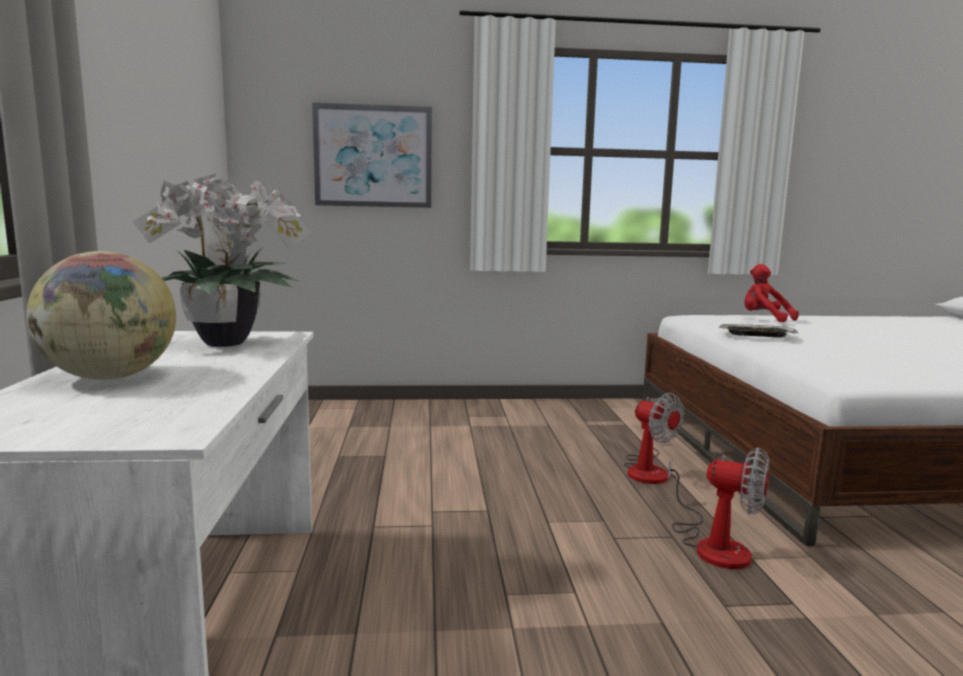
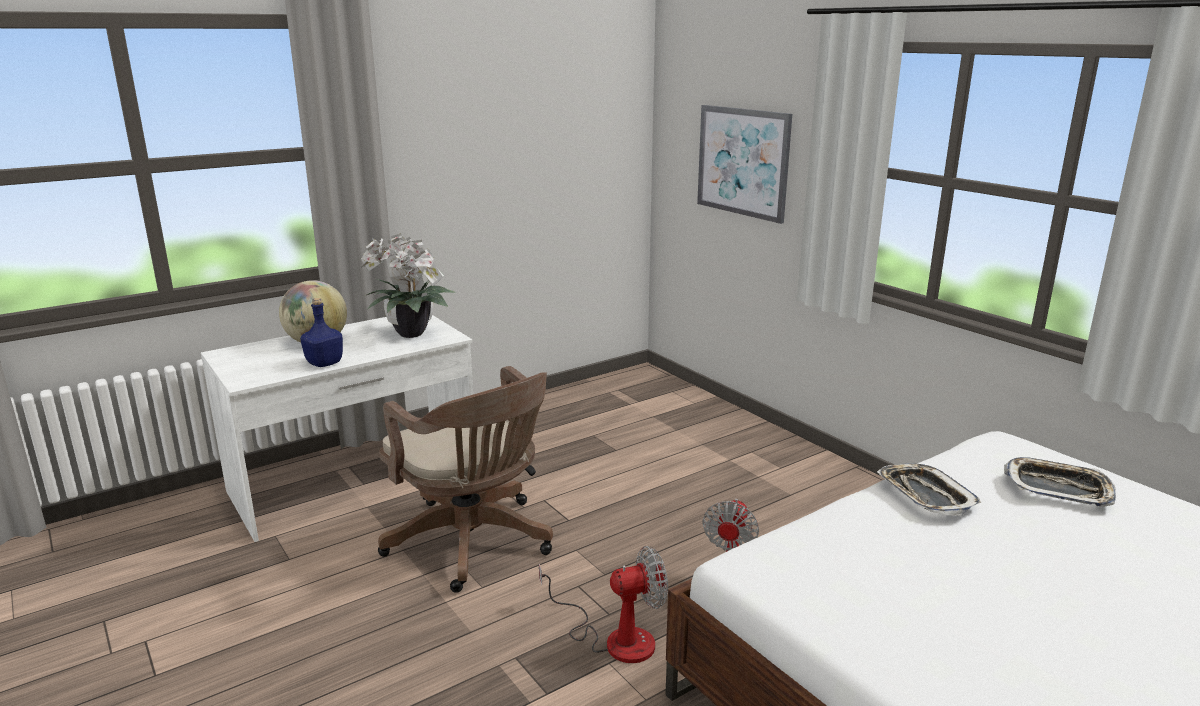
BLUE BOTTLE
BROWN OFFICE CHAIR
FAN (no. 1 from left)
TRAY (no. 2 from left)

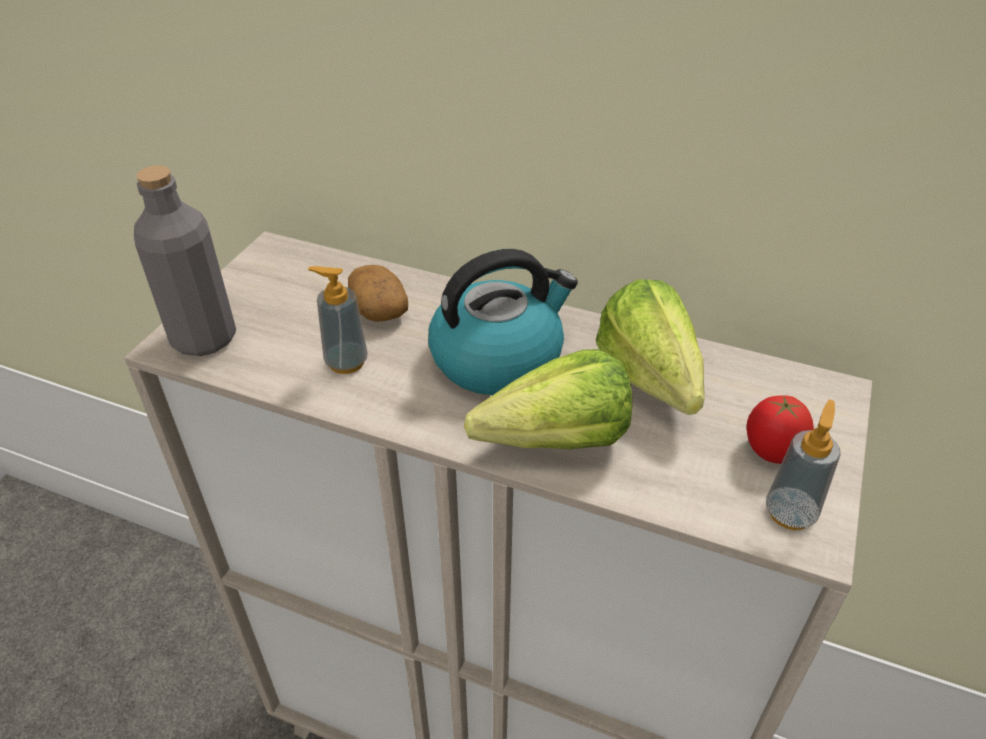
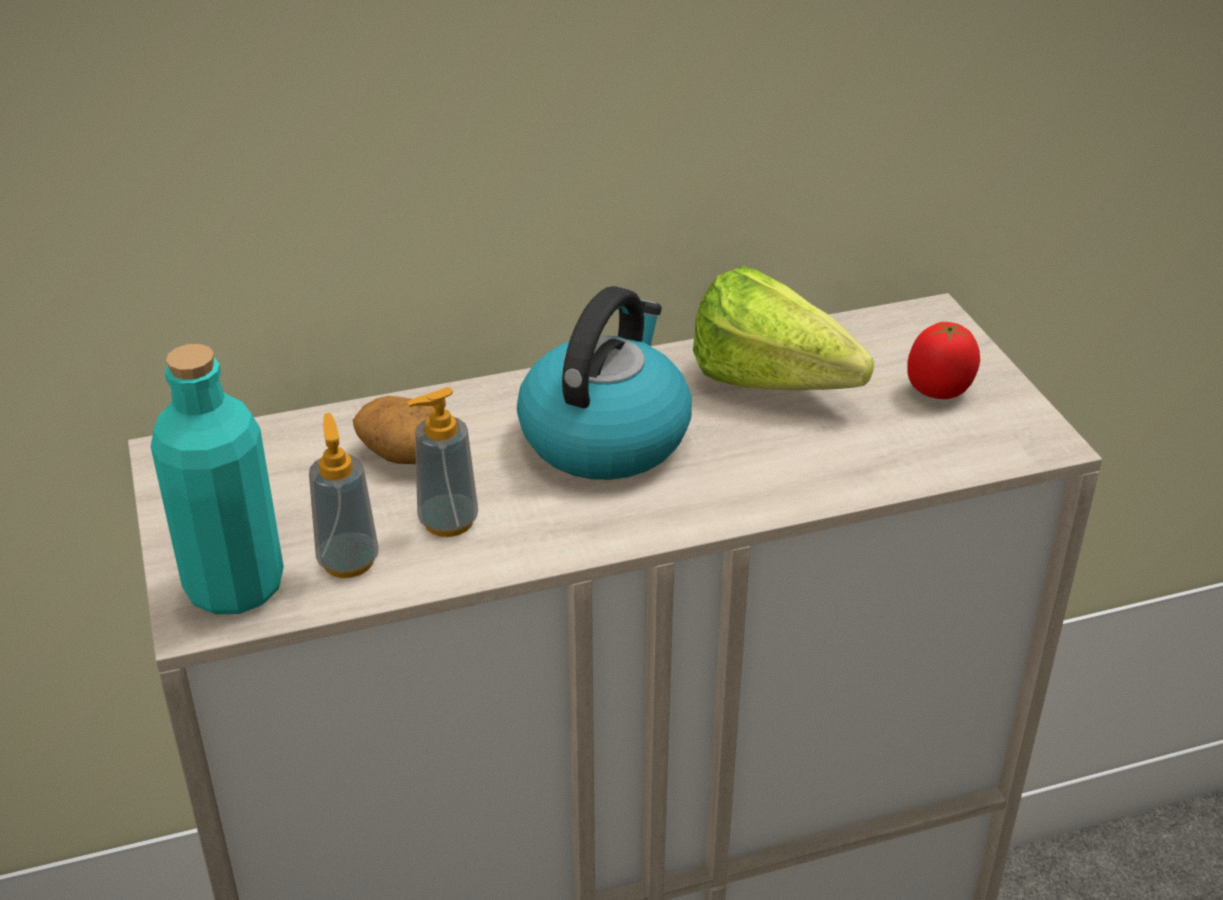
TURQUOISE BOTTLE
SOAP DISPENSER (no. 1 from left)
LETTUCE (no. 1 from left in the first image)

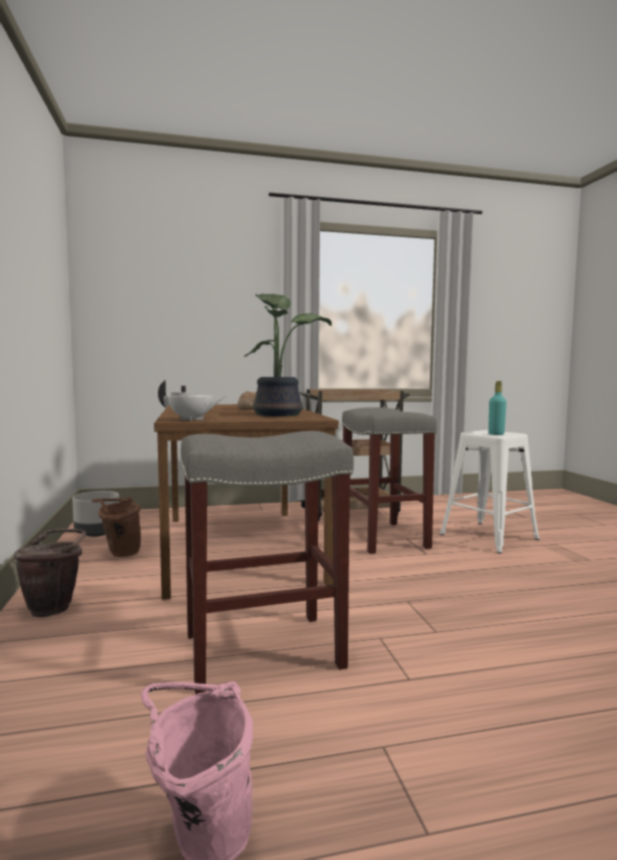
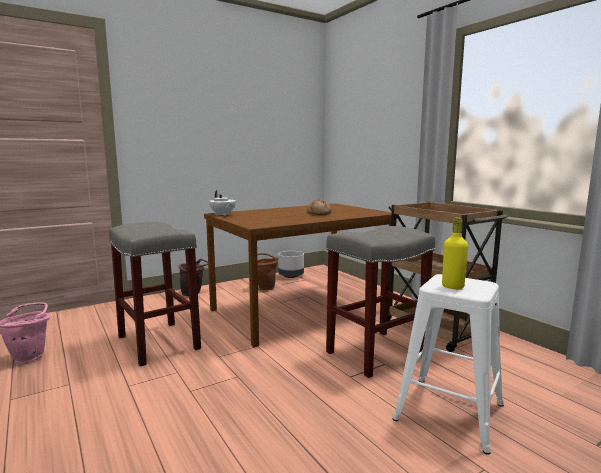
YELLOW BOTTLE
POTTED PLANT

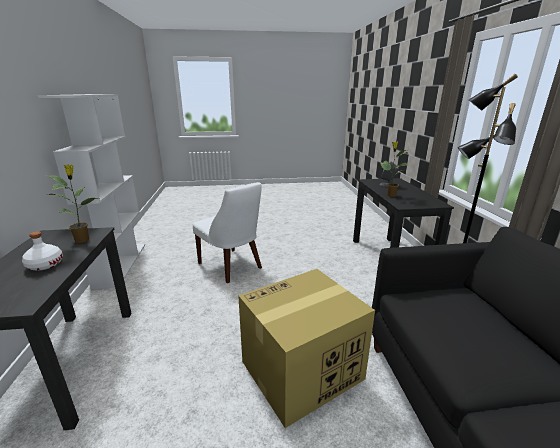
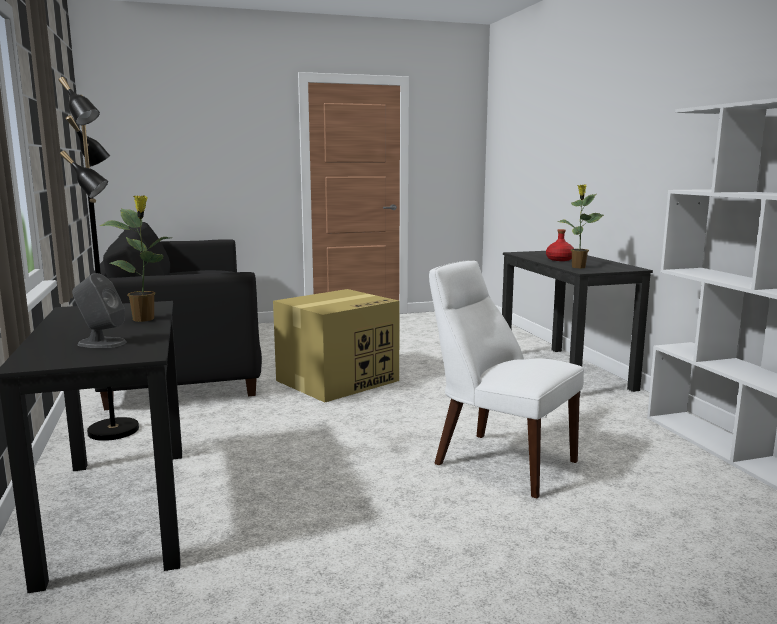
RED BOTTLE

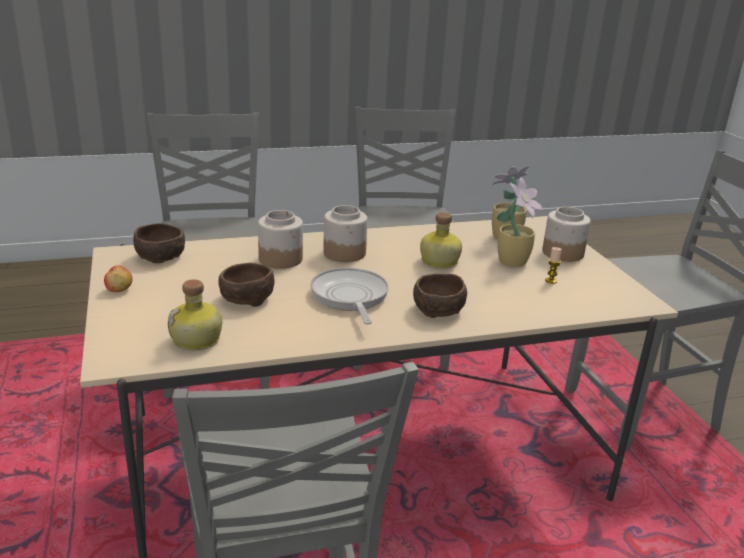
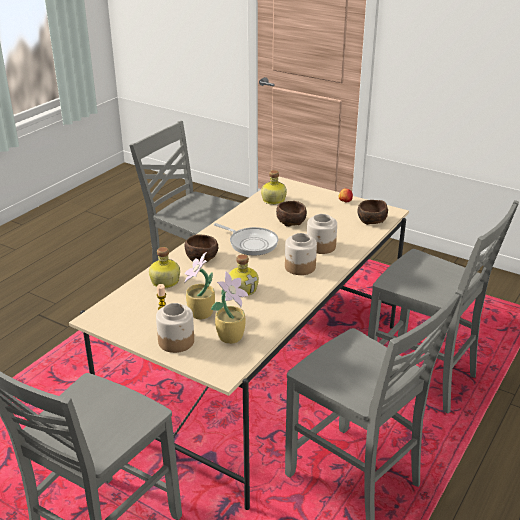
BOTTLE (no. 1 from left)

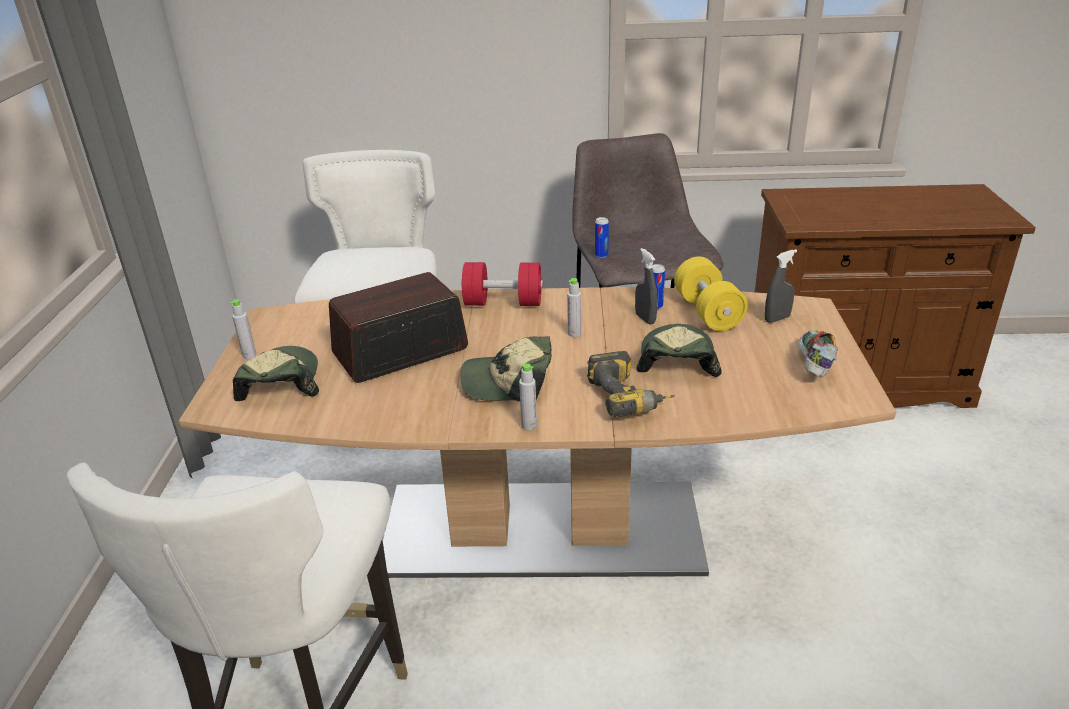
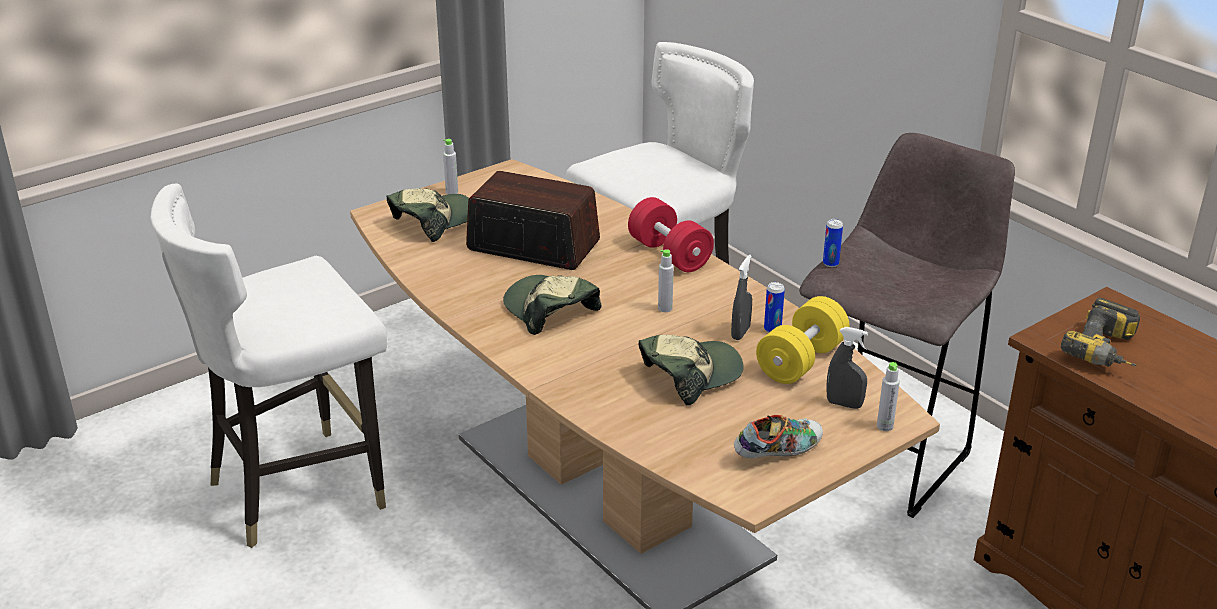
GREY BOTTLE (no. 3 from left)
POWER DRILL

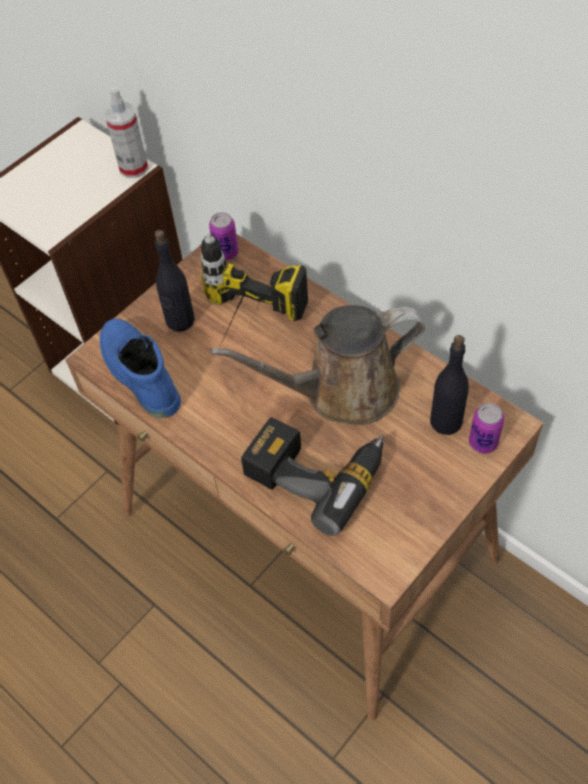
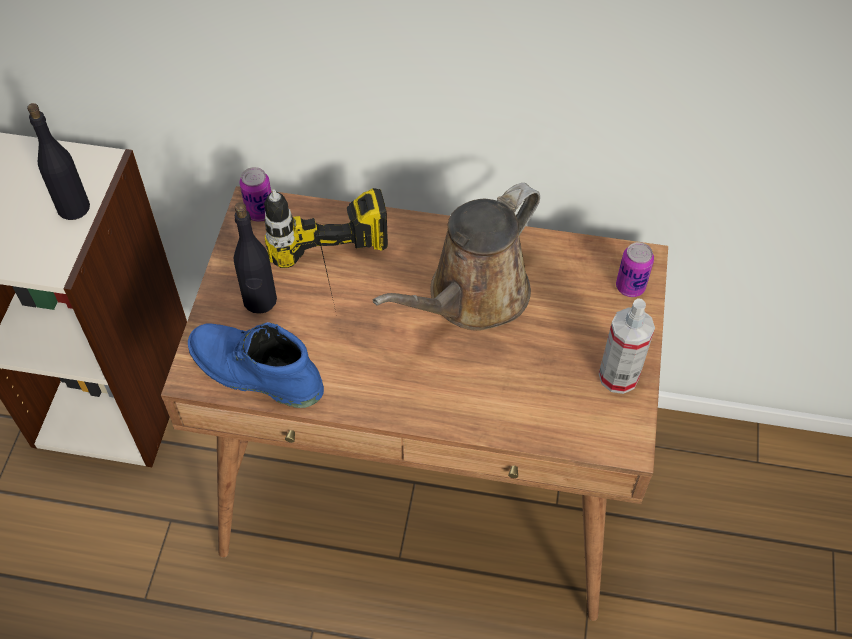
BLACK BOTTLE (no. 1 from left)
SPRAY BOTTLE
POWER DRILL (no. 2 from left in the first image)

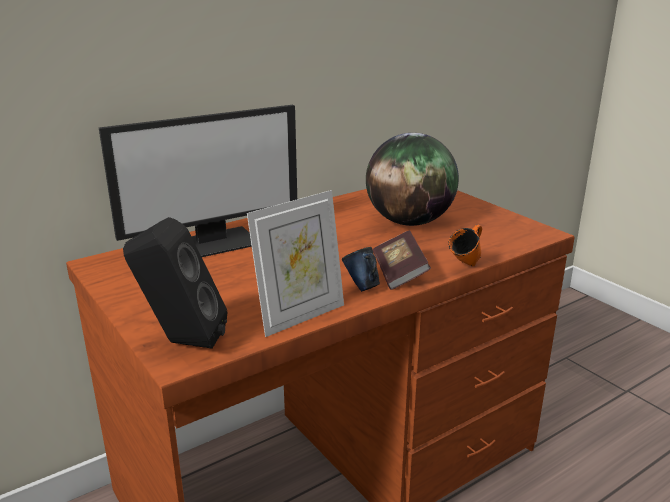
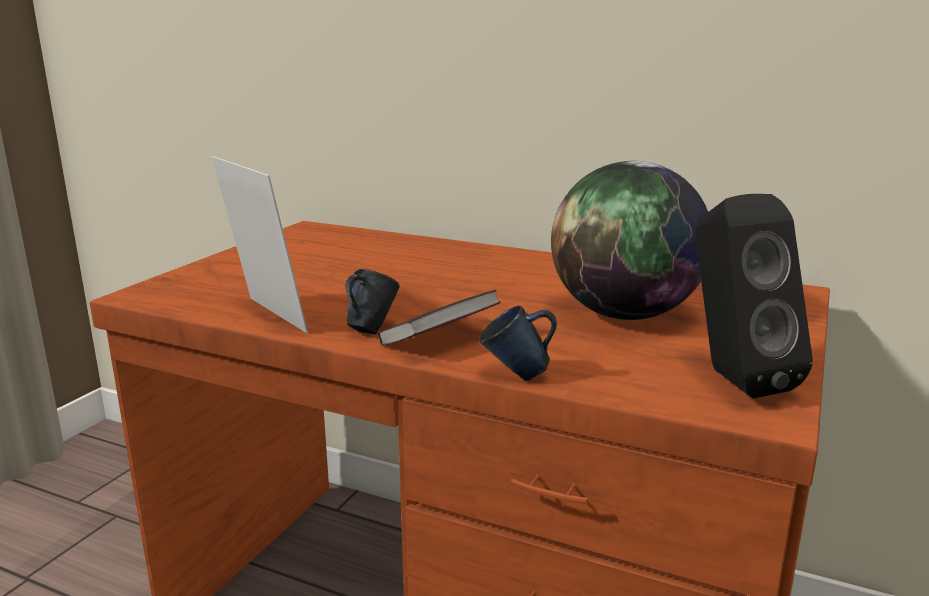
PICTURE FRAME
BLUE MUG (no. 2 from left)
BLACK SPEAKER
MONITOR

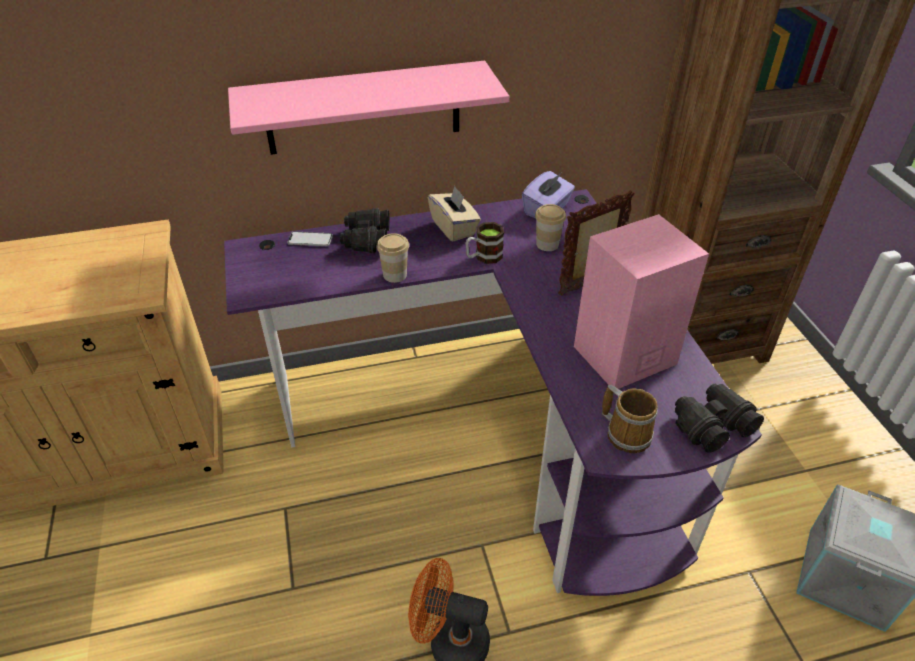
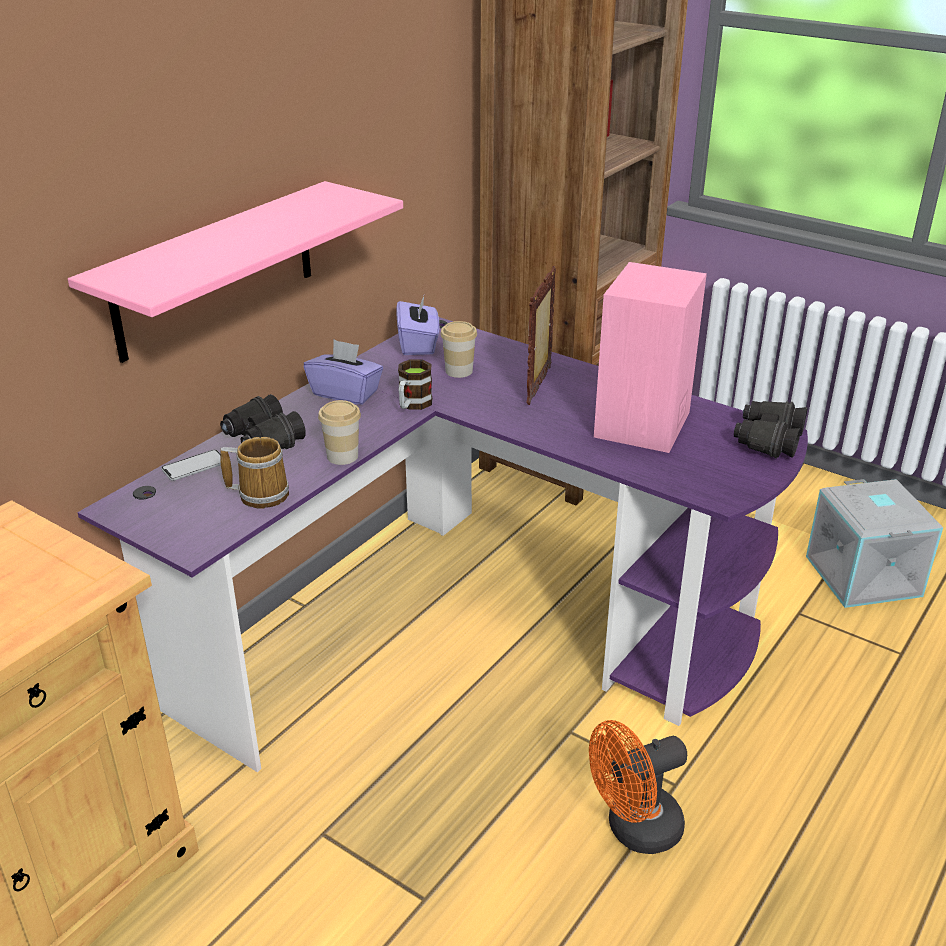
MUG (no. 1 from left)
PURPLE TISSUE BOX (no. 1 from left)

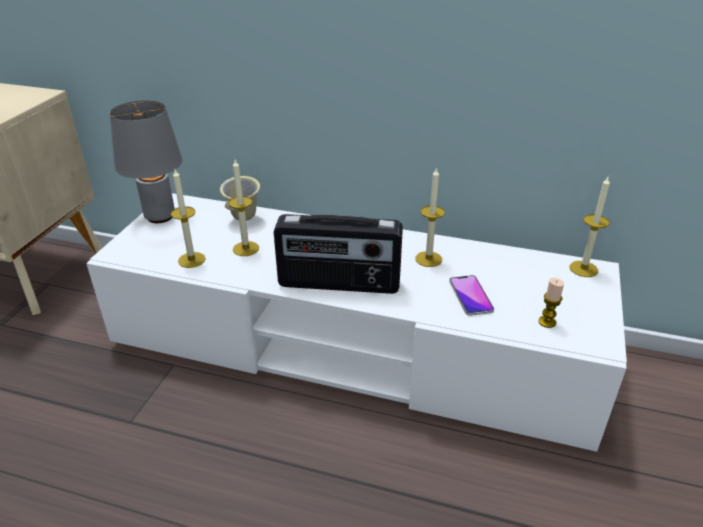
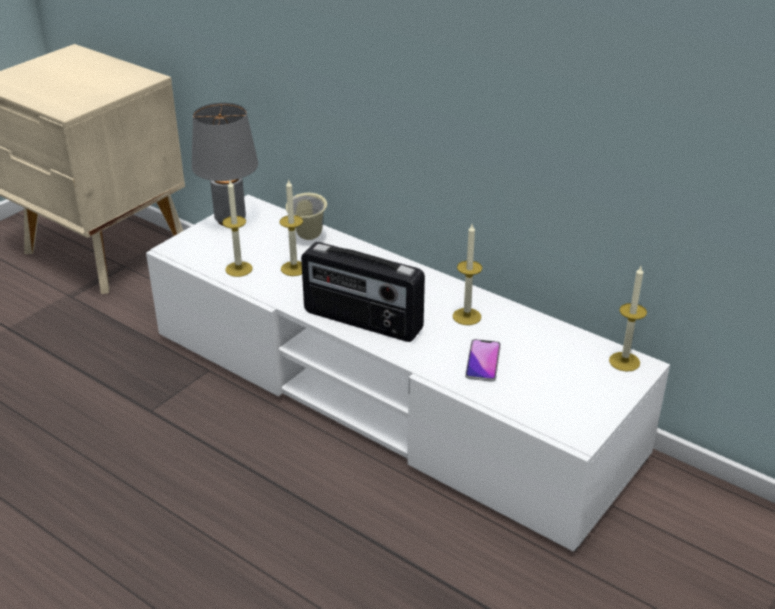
CANDLE (no. 4 from left in the first image)

